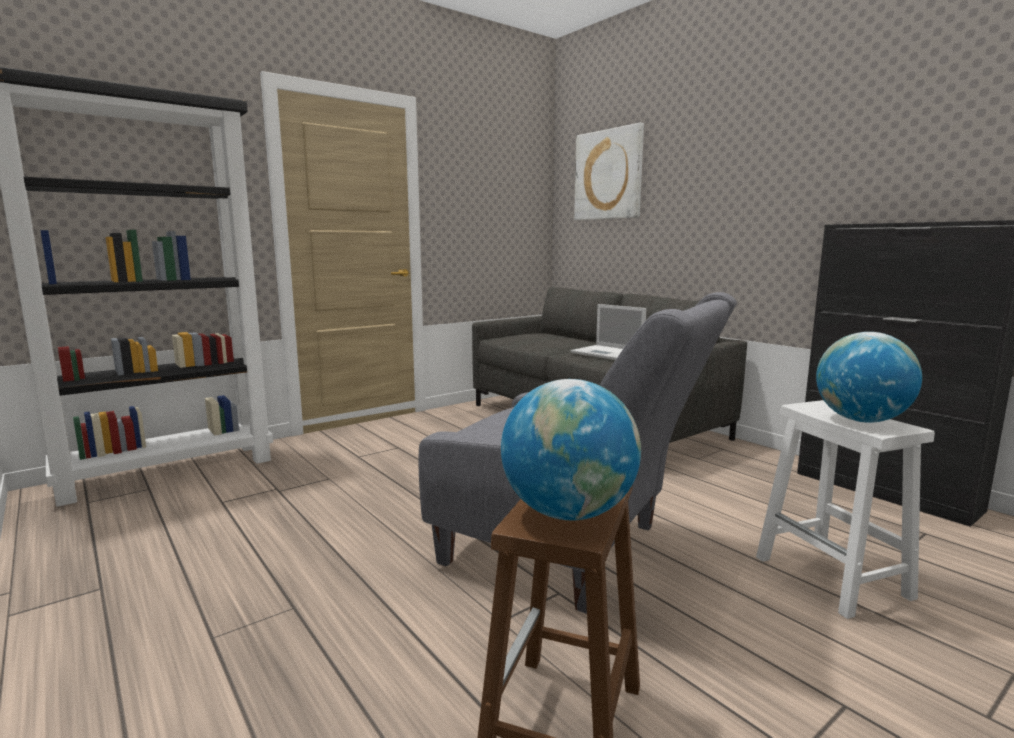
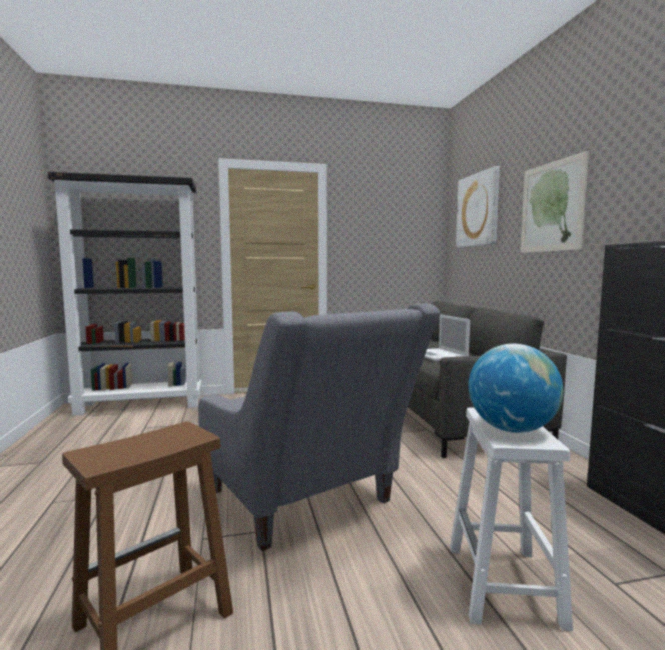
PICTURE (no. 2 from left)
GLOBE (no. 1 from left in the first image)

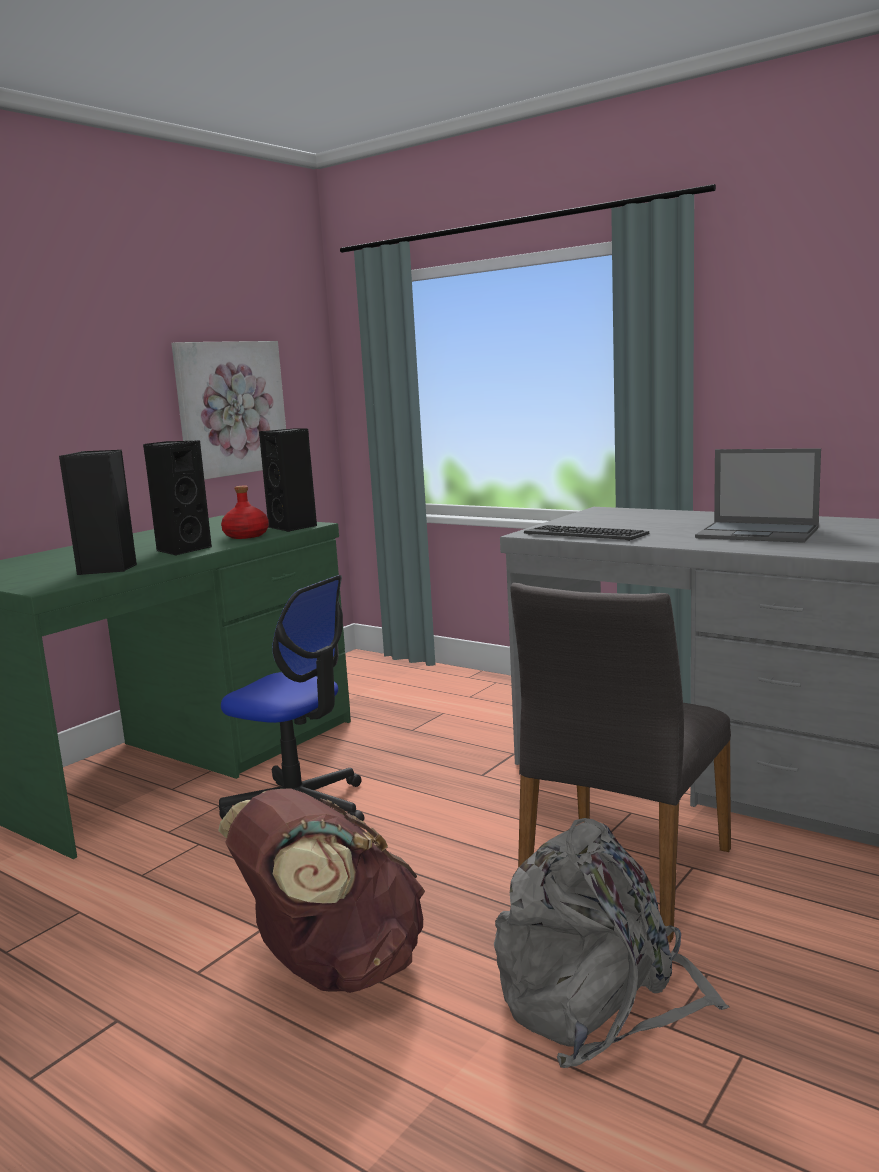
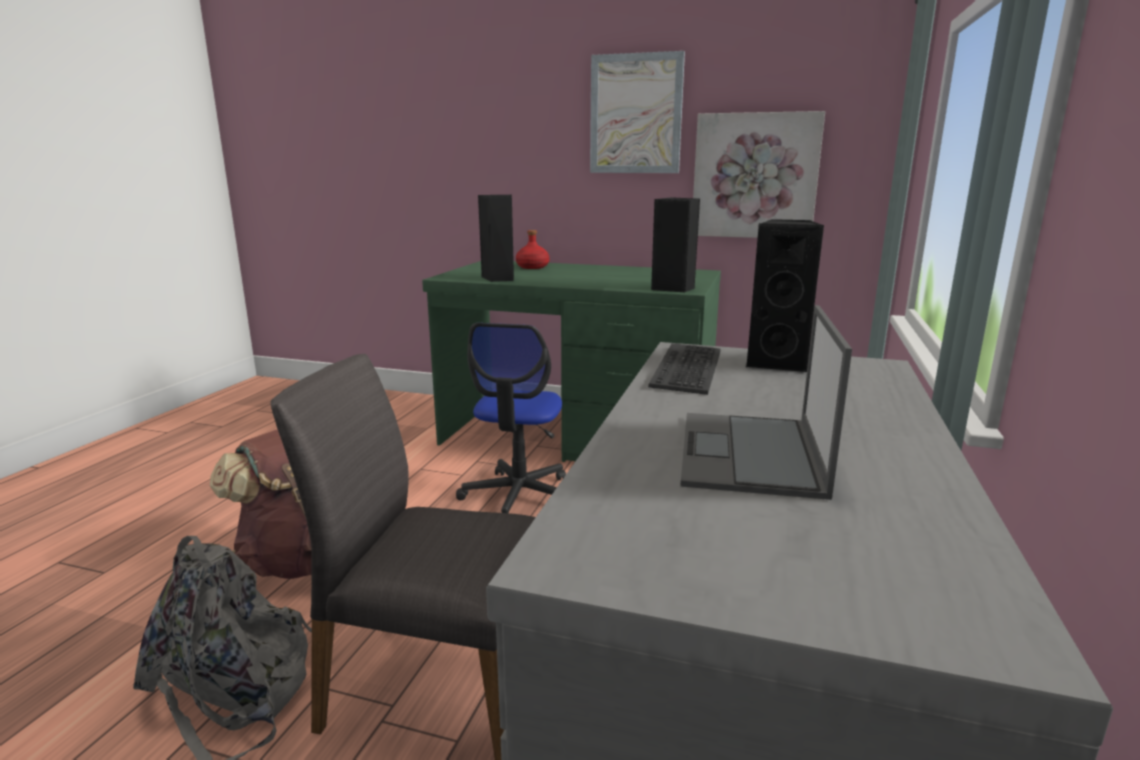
RED BOTTLE
PICTURE (no. 1 from left)
BLACK SPEAKER (no. 3 from left)

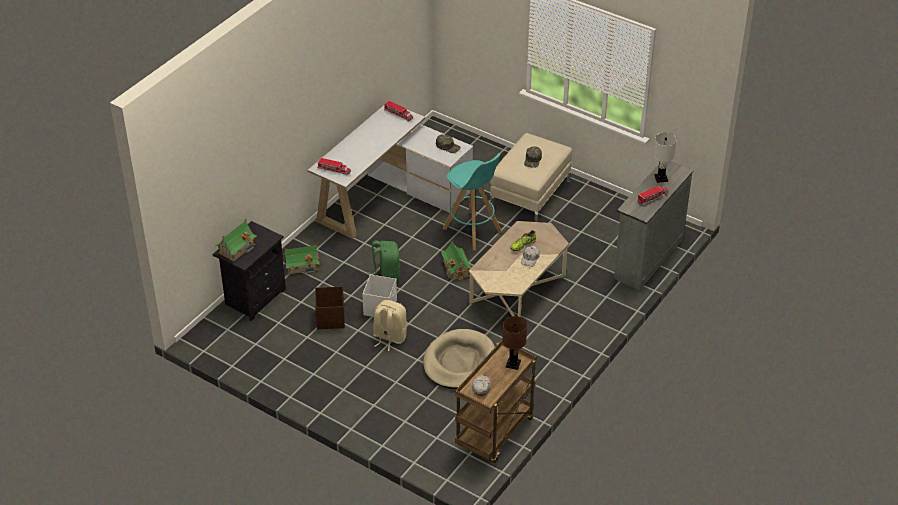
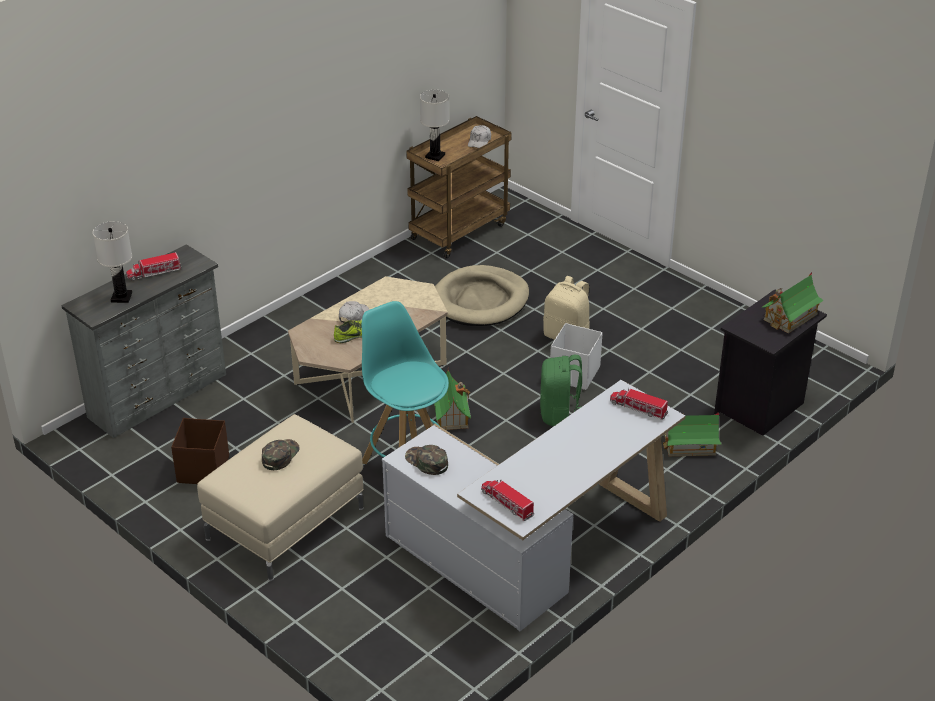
BROWN STORAGE BOX
WHITE TABLE LAMP (no. 2 from left)

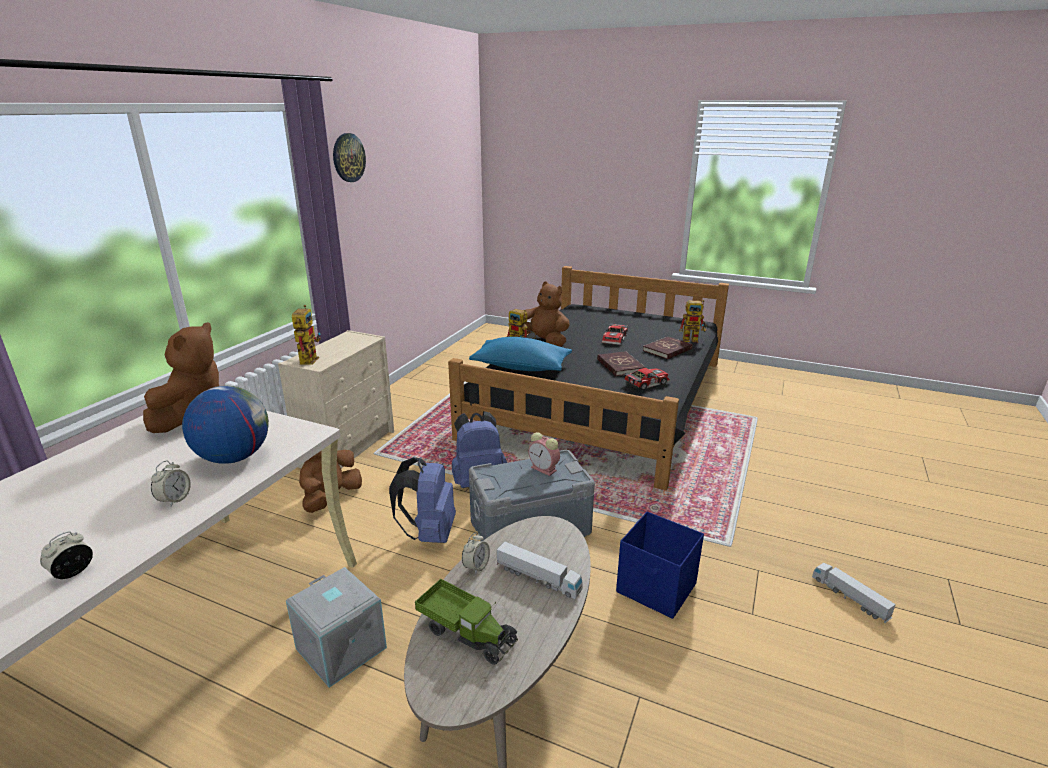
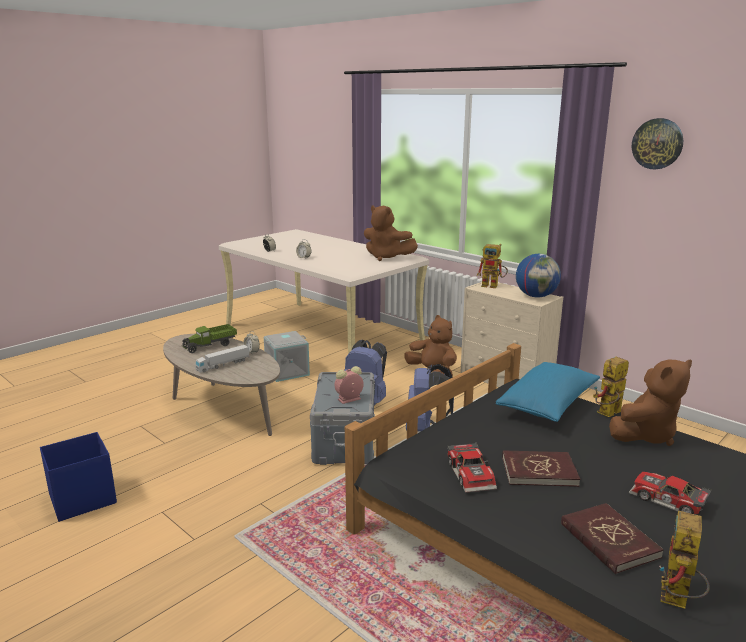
BLUE STORAGE BOX
GLOBE
TOY TRUCK (no. 3 from left in the first image)

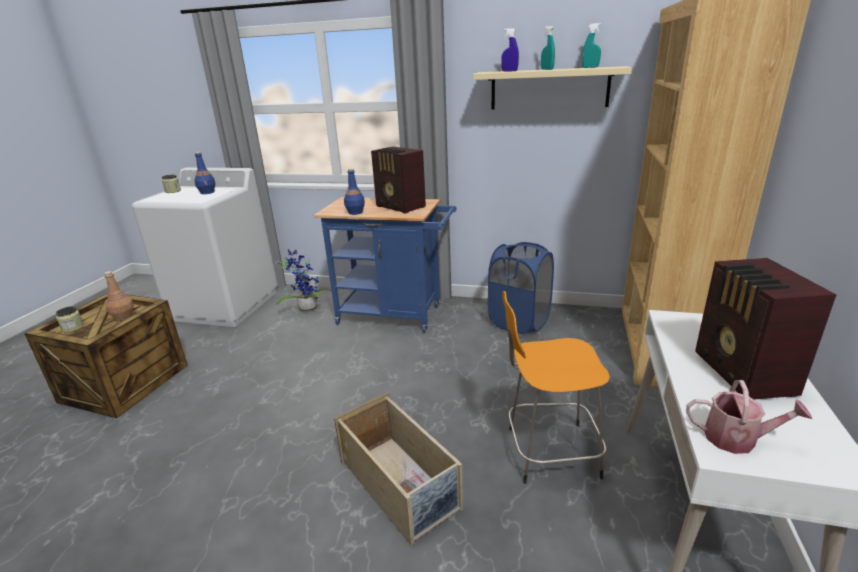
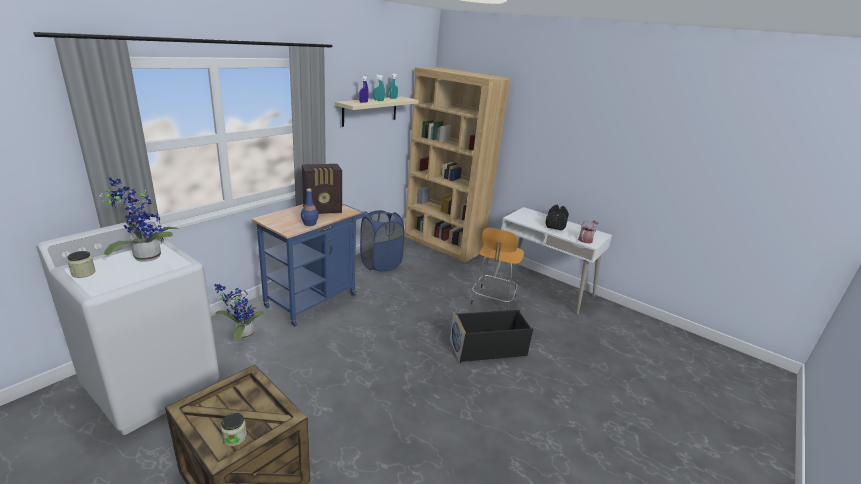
POTTED PLANT (no. 1 from left)
BLACK STORAGE BOX
BLACK DUMBBELL
BROWN BOTTLE

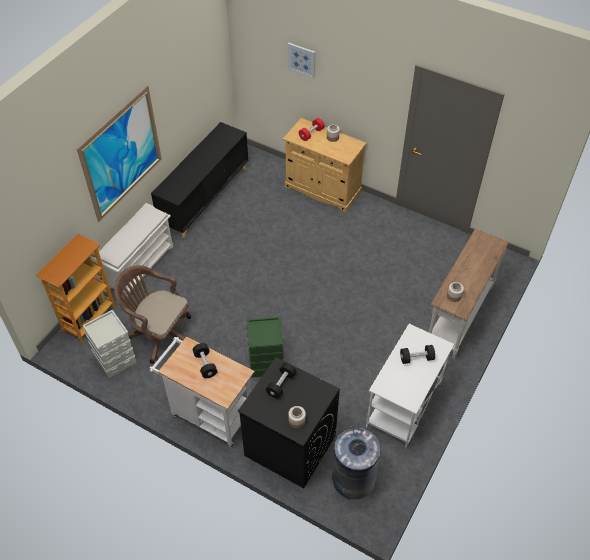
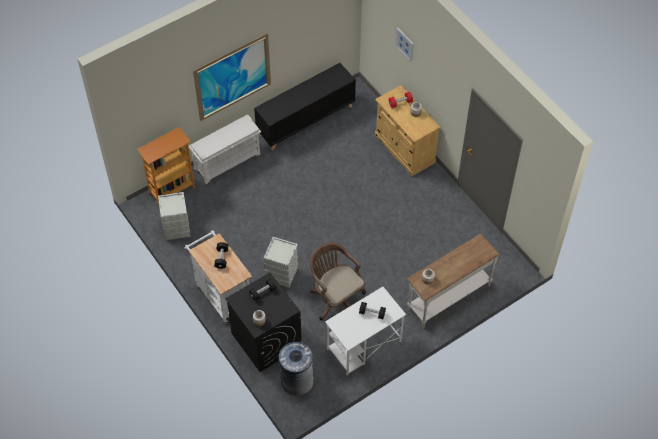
GREY STORAGE BOX (no. 2 from left)
BROWN OFFICE CHAIR

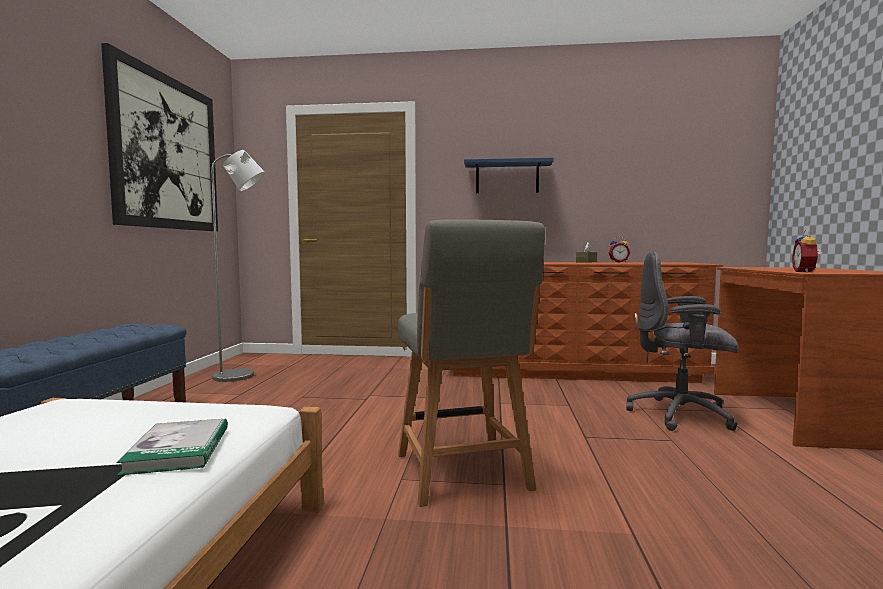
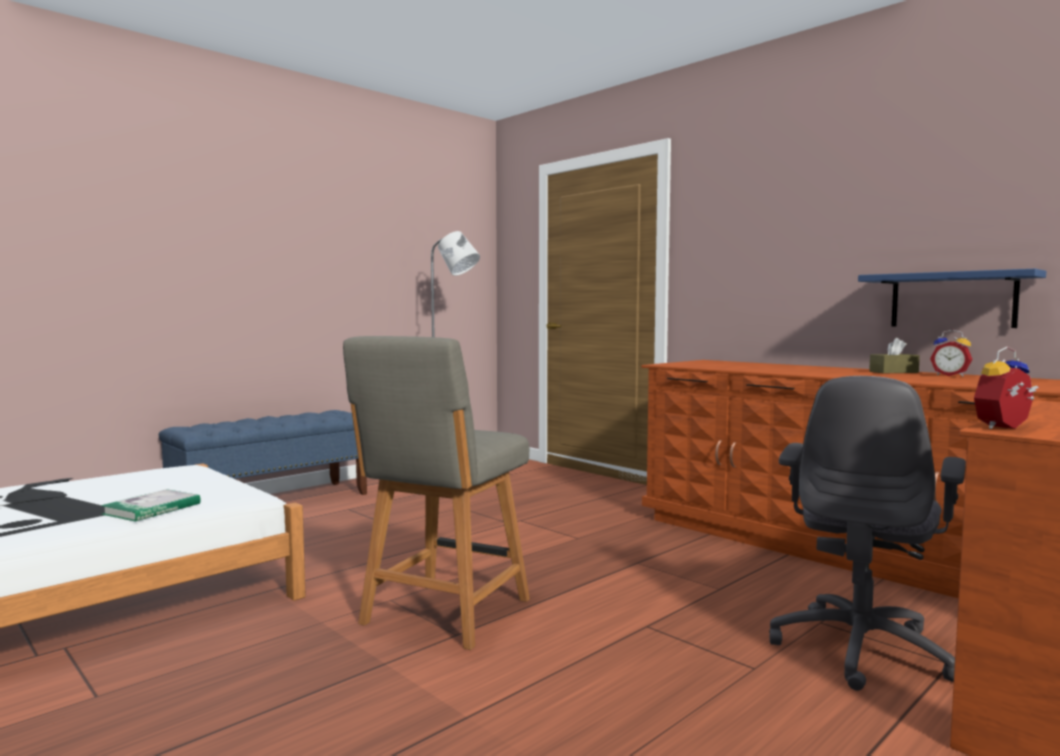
GREY OFFICE CHAIR
BLUE SHELF
PICTURE

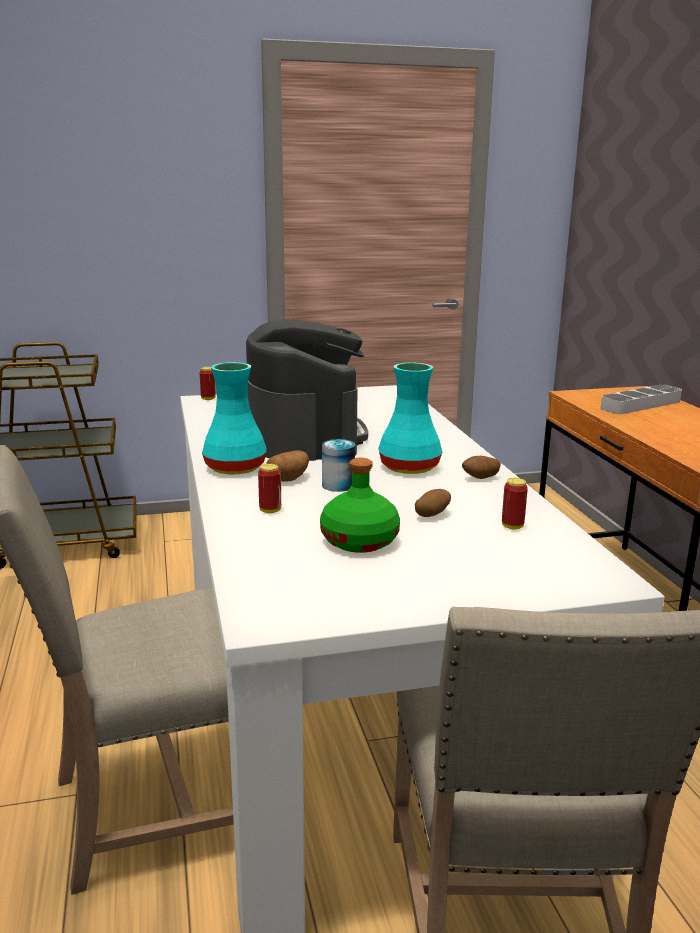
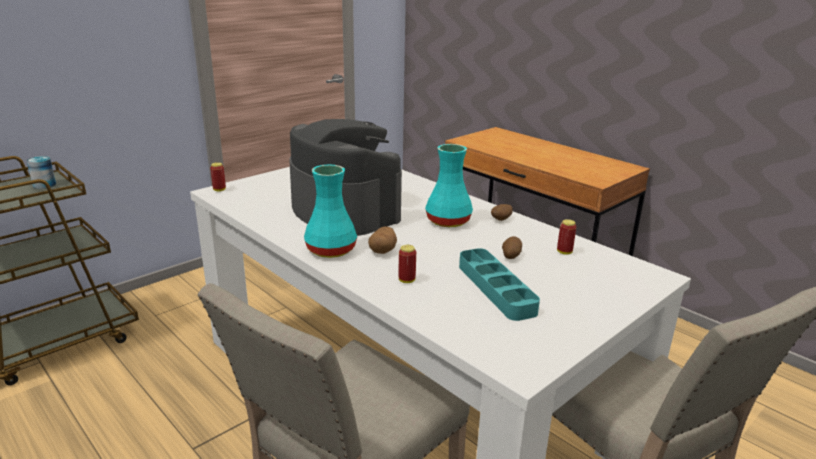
CAN (no. 1 from left)
TURQUOISE TRAY
GREY TRAY

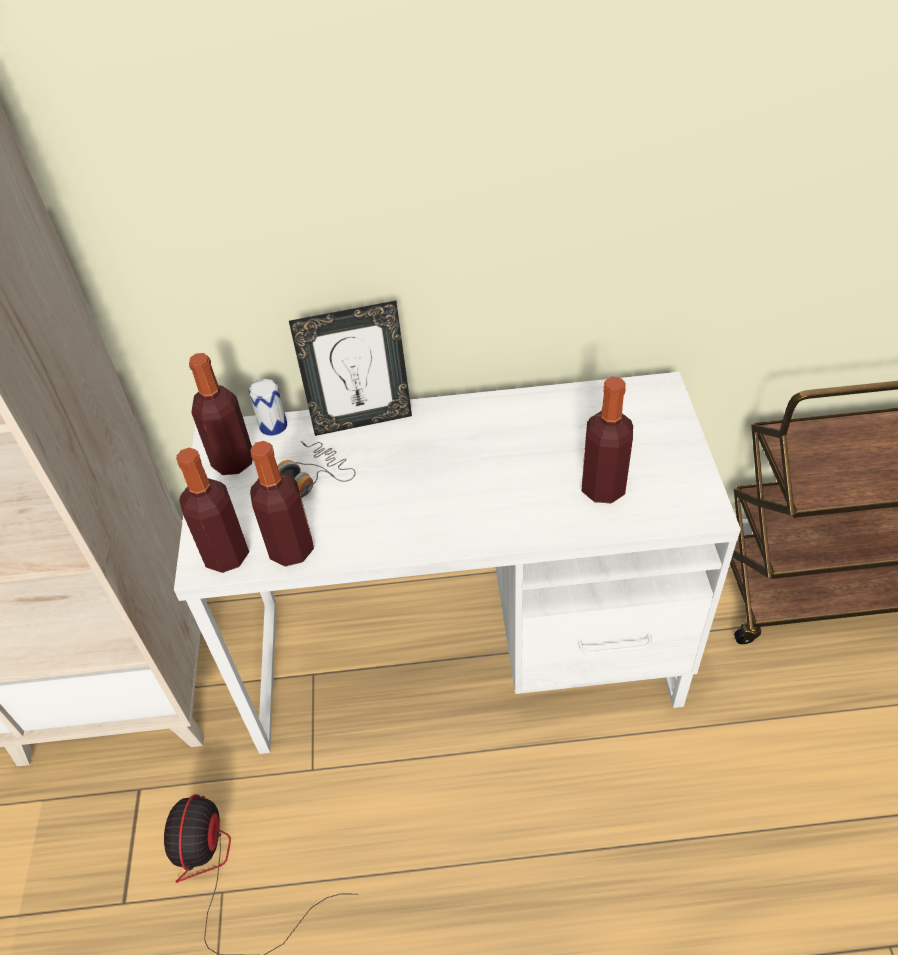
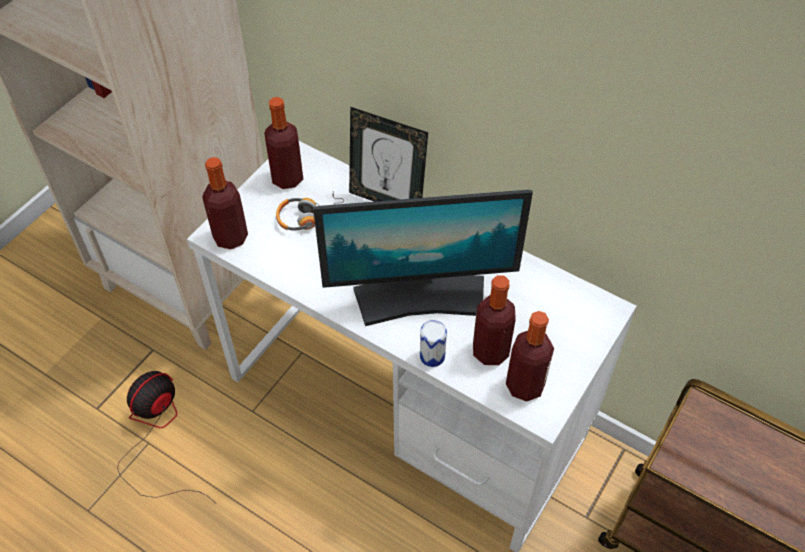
MONITOR
CAN
BOTTLE (no. 4 from left)

